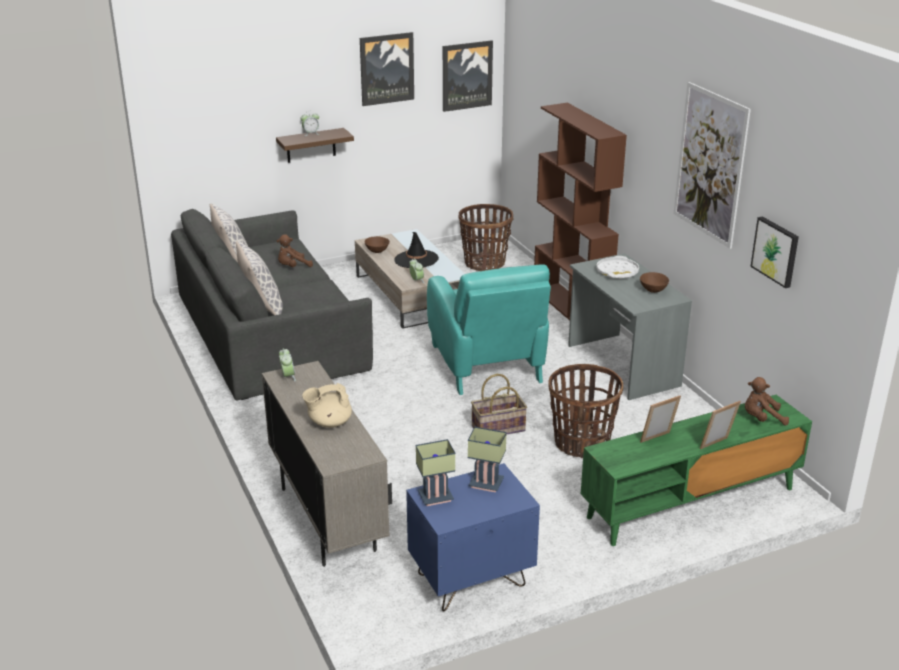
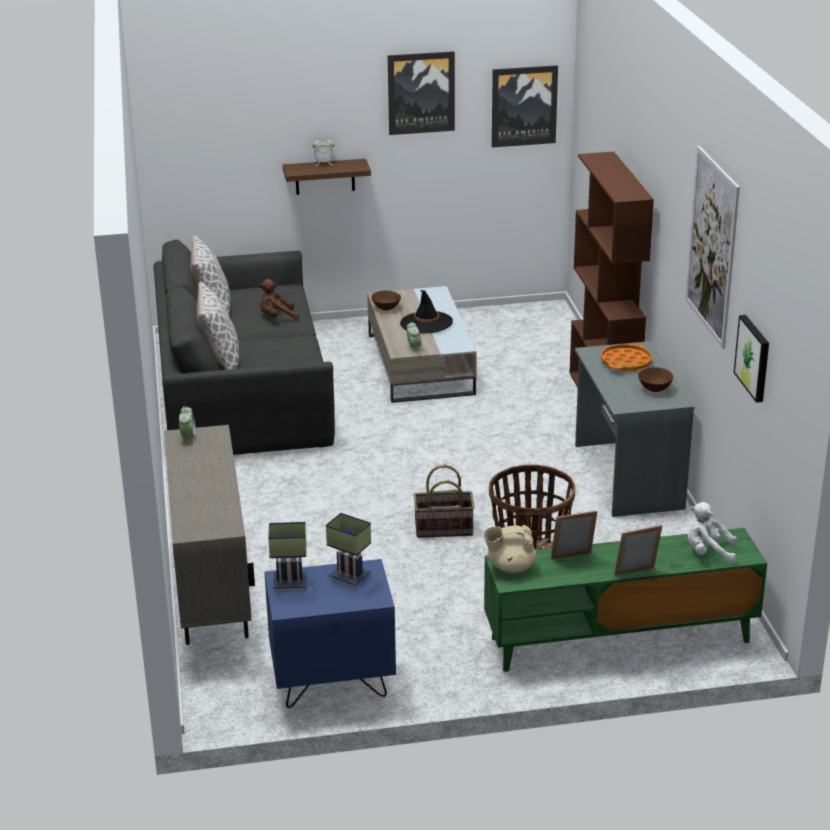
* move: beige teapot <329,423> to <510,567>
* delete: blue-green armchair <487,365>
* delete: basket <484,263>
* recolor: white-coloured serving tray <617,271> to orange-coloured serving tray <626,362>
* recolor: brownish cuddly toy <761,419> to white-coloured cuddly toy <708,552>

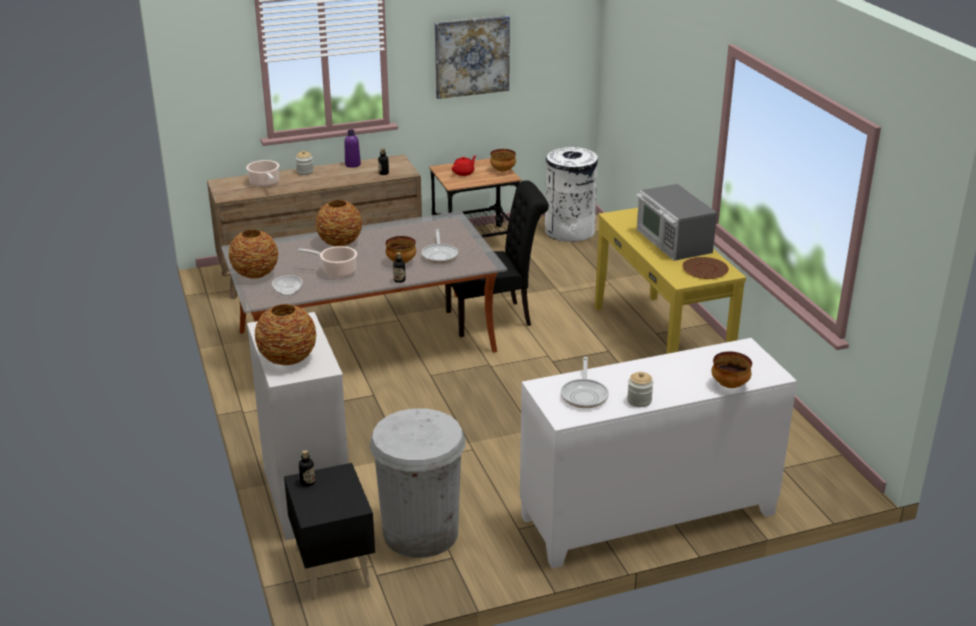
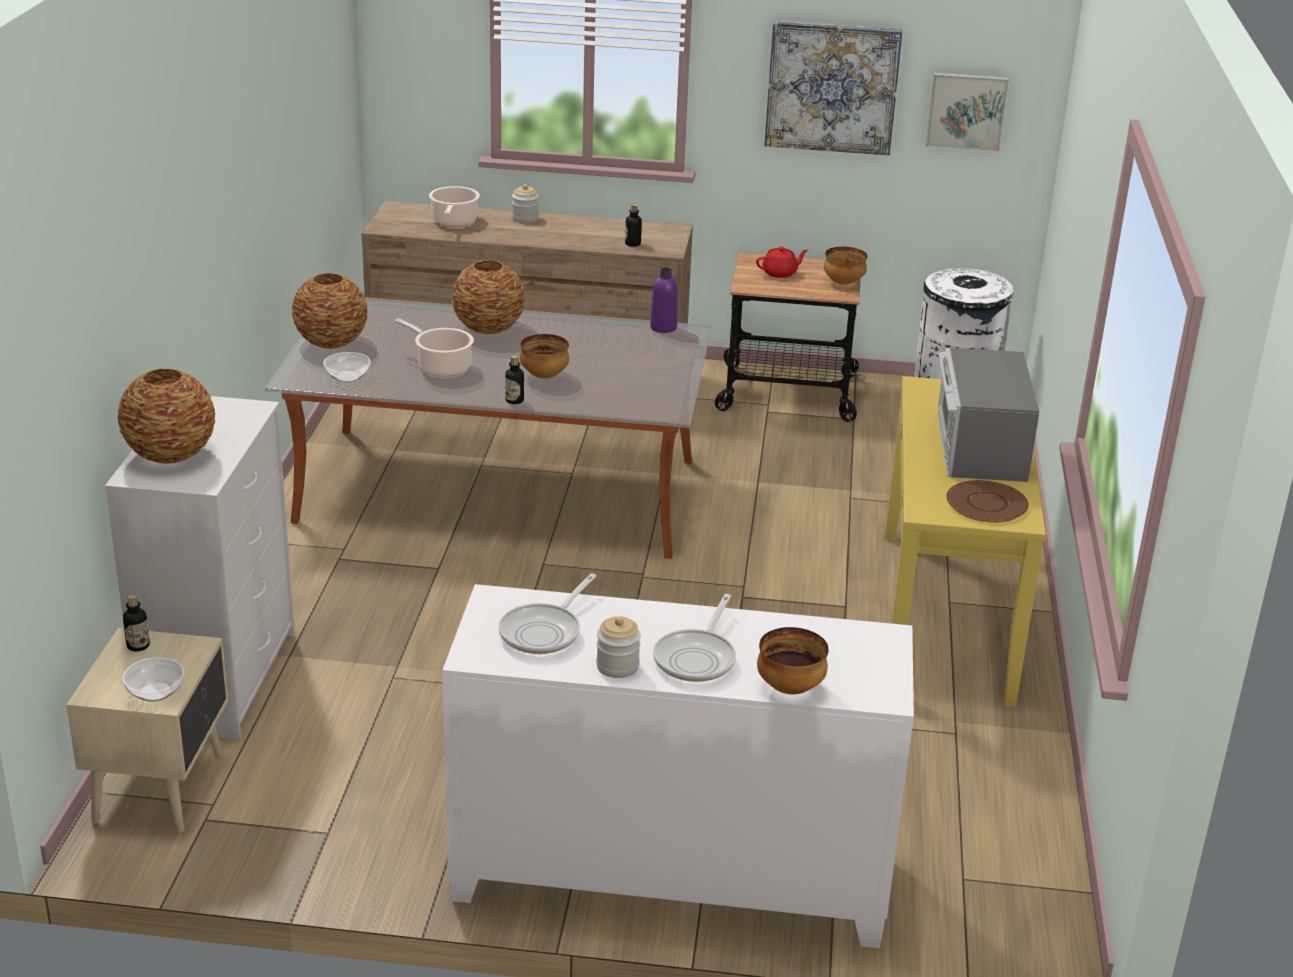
* recolor: black nightstand <334,567> to beige nightstand <163,787>
* move: purple-coloured bottle <352,164> to <663,328>
* delete: white-coloured rubbish bin <420,532>
* move: pan <439,255> to <697,658>
* delete: black plain chair <494,318>
* insert: bowl <156,692>
* insert: wall picture <966,110>

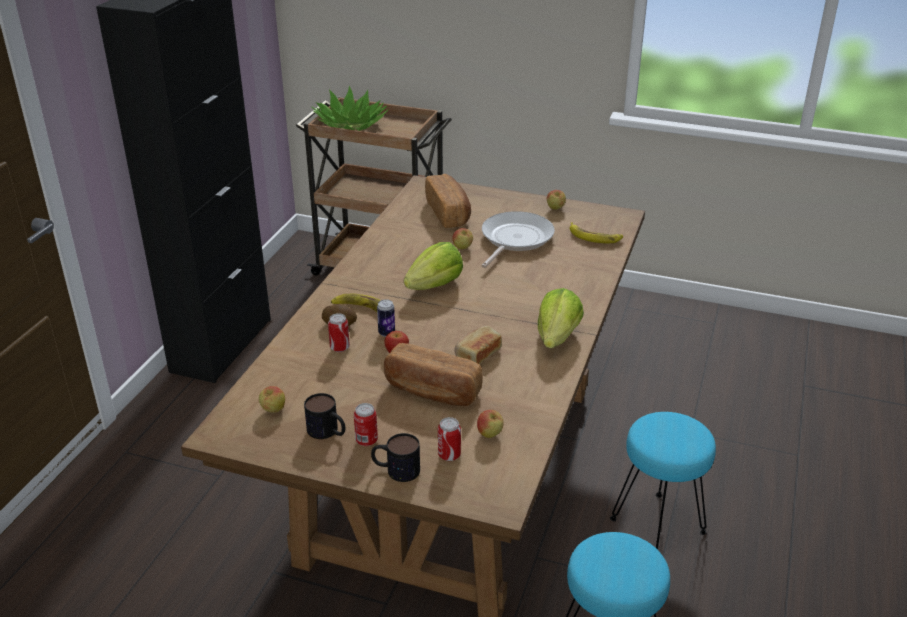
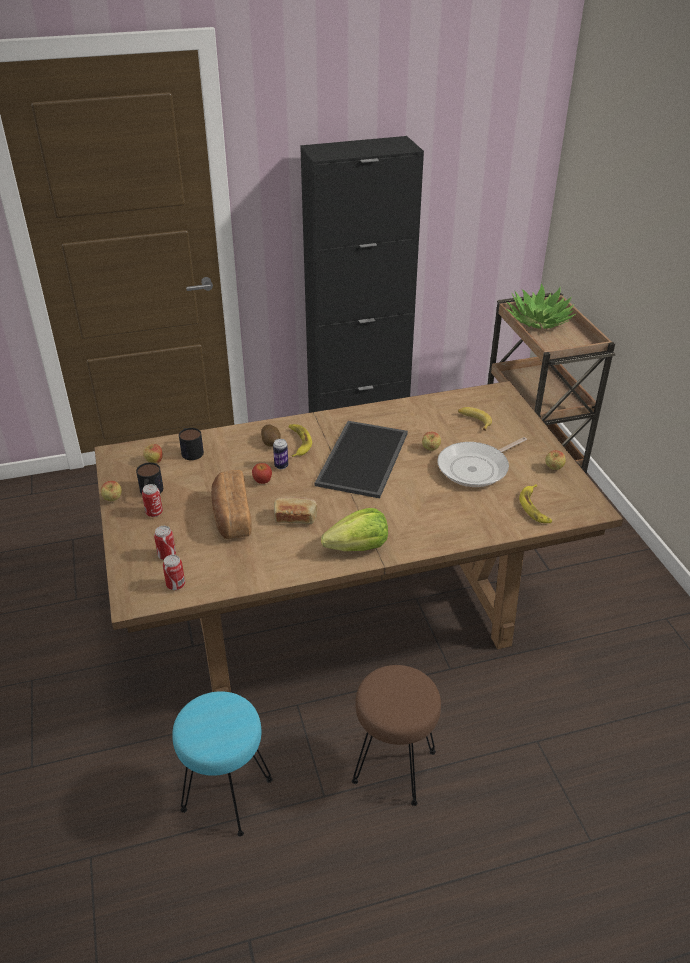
* move: metal can <339,348> to <176,585>
* move: mug <395,470> to <190,450>
* replace: head of lettuce <435,285> to serving tray <364,460>
* replace: bakery bread <449,213> to banana fruit <474,421>
* move: apple <489,435> to <113,500>
* rotate: pan <514,239> = <476,468> 150 degrees clockwise
* recolor: blue-green sitting stool <658,527> to brownish sitting stool <393,768>

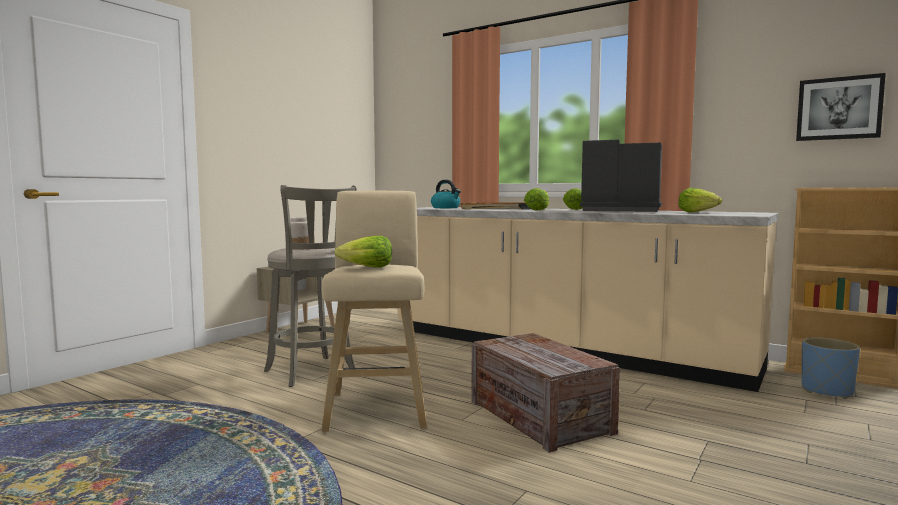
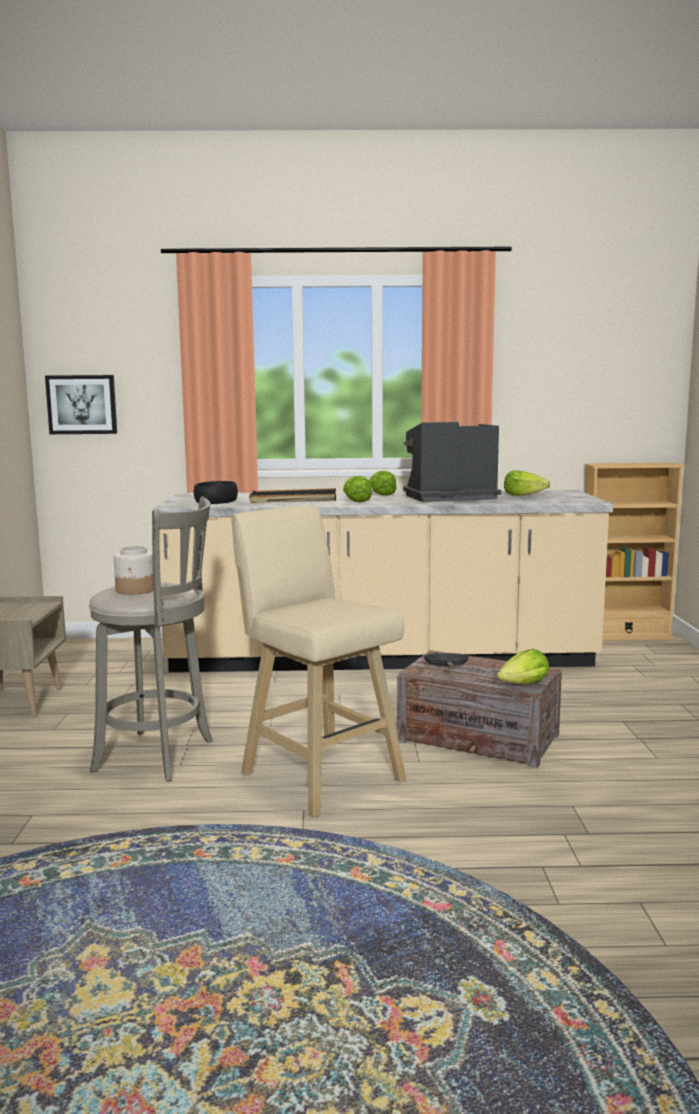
* move: head of lettuce <366,267> to <524,685>
* replace: water kettle <446,208> to black bowl <215,500>
* move: wall picture <839,108> to <82,404>
* delete: blue-coloured plant pot <827,391>
* insert: black pan <447,667>

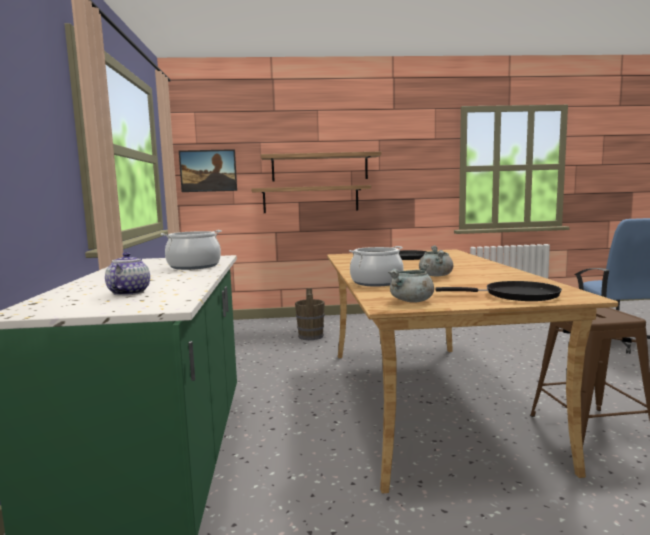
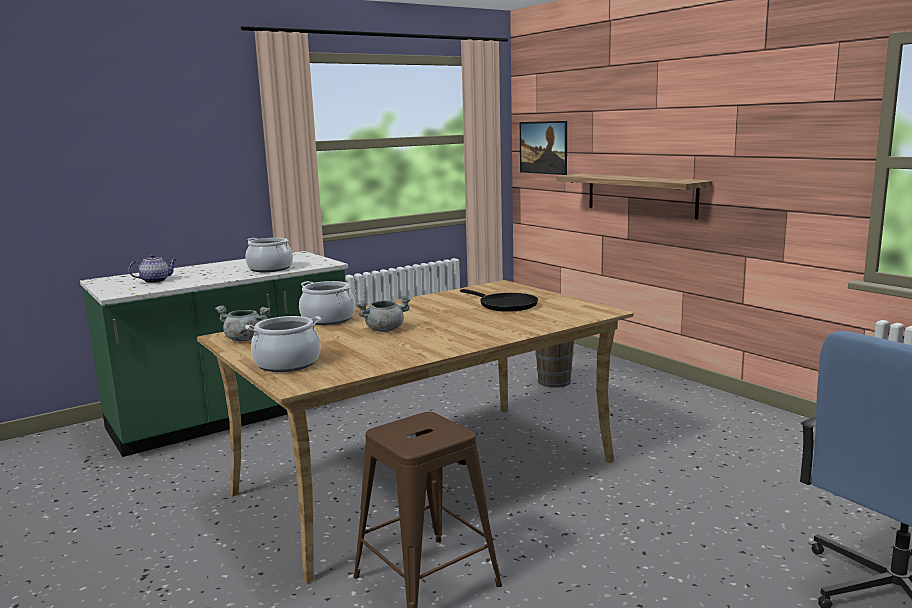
* delete: bracket shelf <320,167>
* replace: black pan <516,295> to saucepot <287,364>

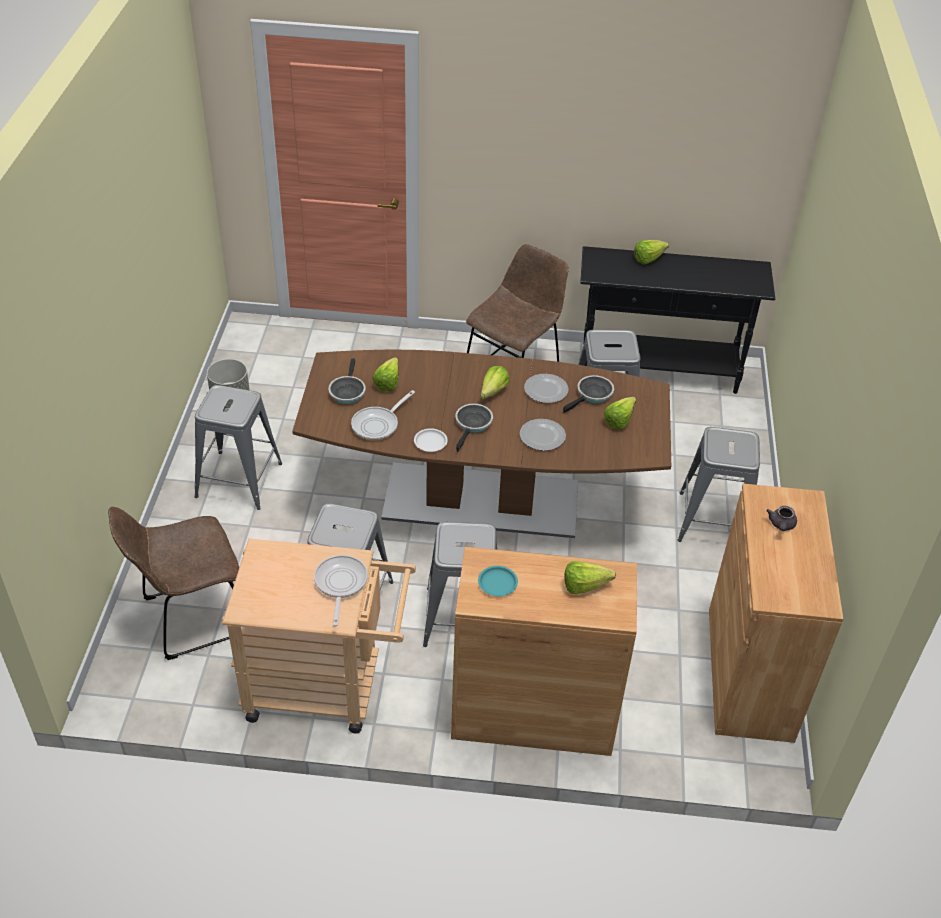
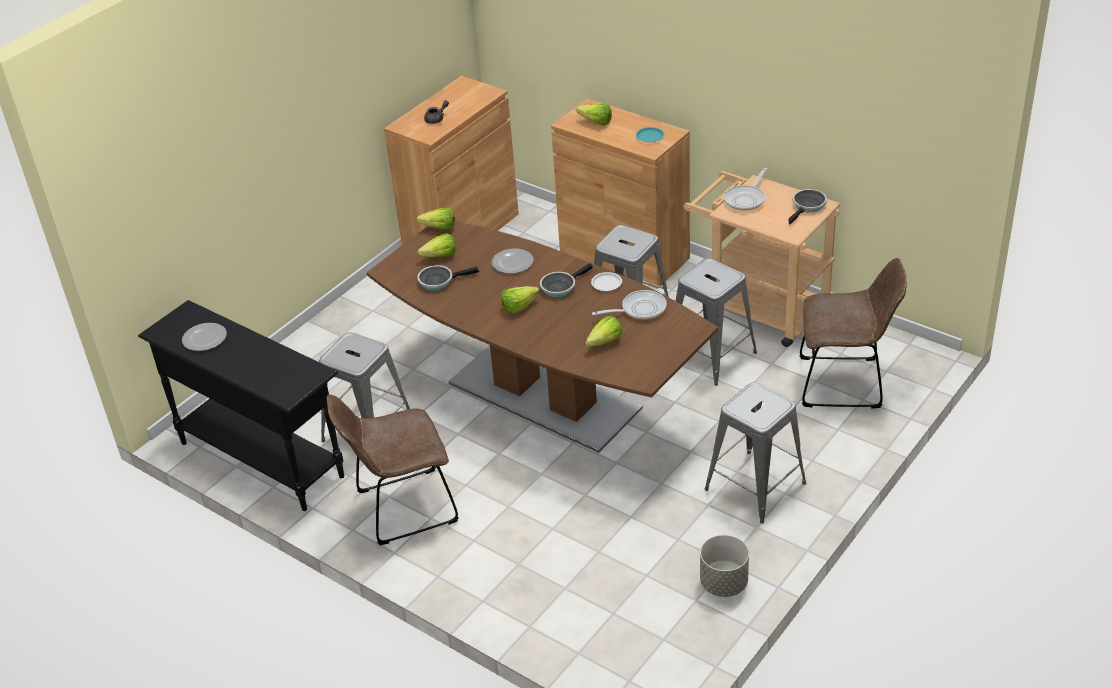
* move: pan <347,391> to <808,206>
* move: flat dish <545,390> to <205,338>
* move: head of lettuce <651,259> to <436,228>
* delete: greyish sitting stool <712,520>

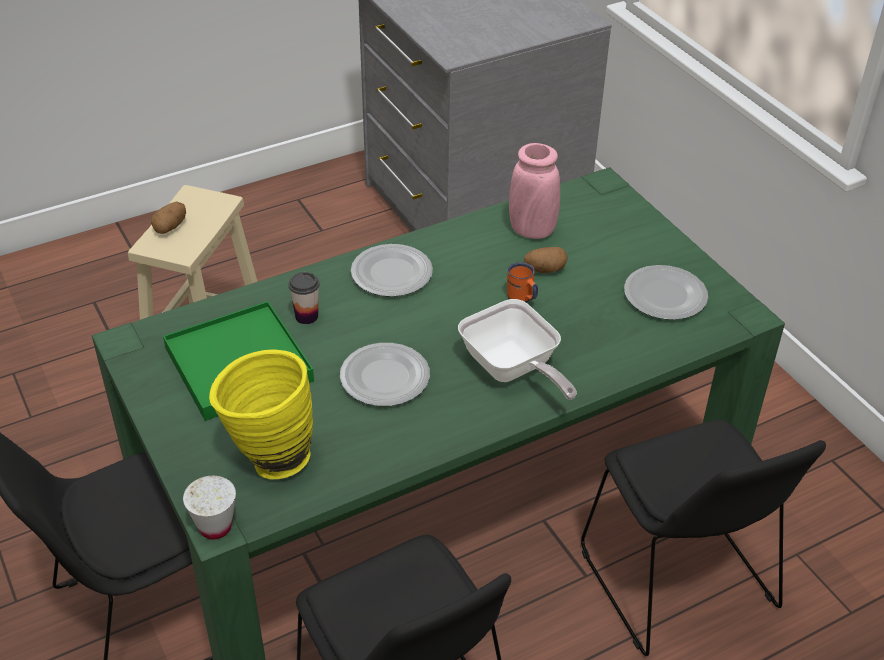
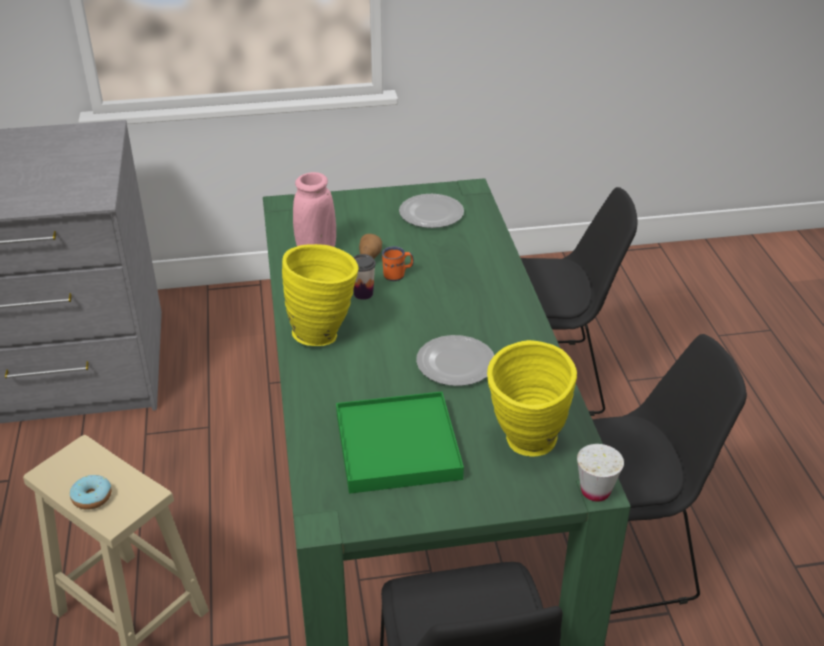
* replace: potato <170,227> to donut <92,497>
* move: drinking cup <306,316> to <363,293>
* replace: flat dish <392,273> to yellowish decorative vase <324,332>
* delete: pan <512,370>

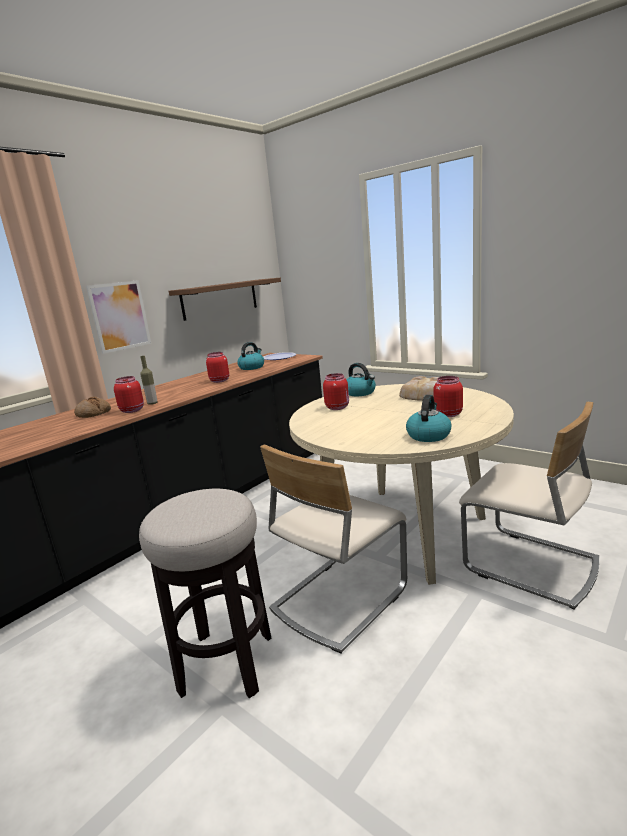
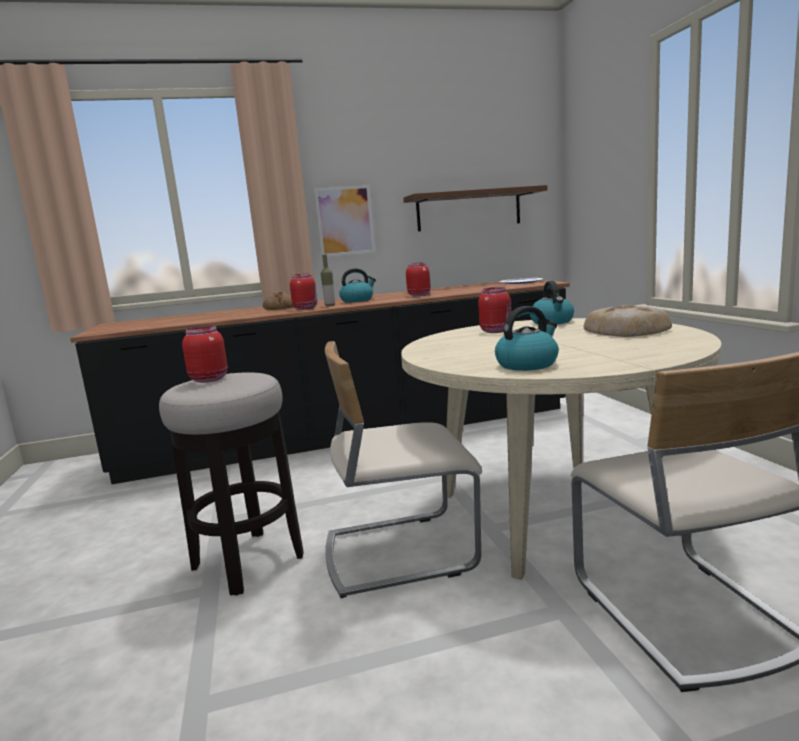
* move: water kettle <252,367> to <357,300>
* move: red-coloured jar <447,414> to <209,379>

